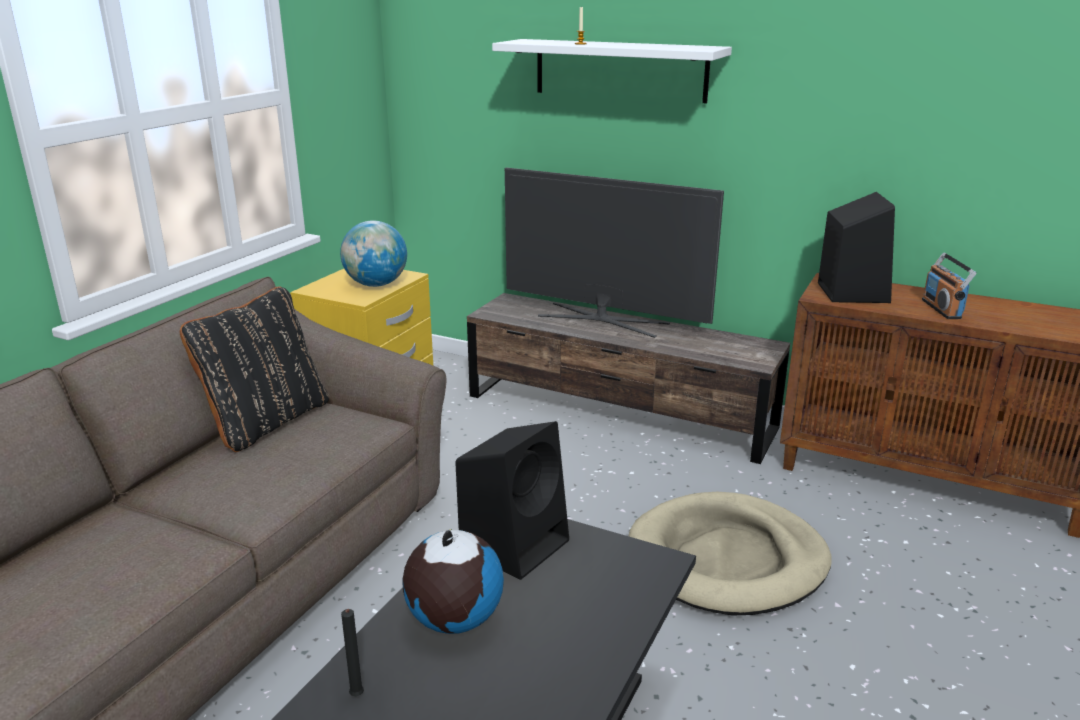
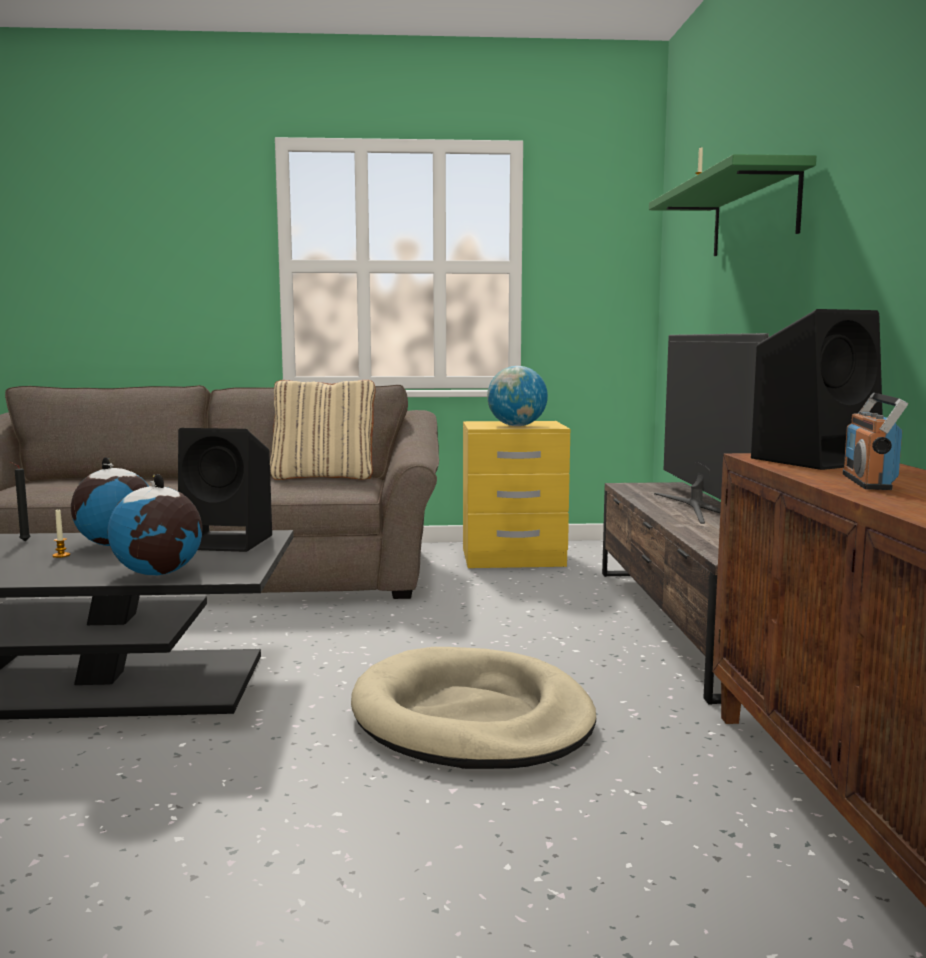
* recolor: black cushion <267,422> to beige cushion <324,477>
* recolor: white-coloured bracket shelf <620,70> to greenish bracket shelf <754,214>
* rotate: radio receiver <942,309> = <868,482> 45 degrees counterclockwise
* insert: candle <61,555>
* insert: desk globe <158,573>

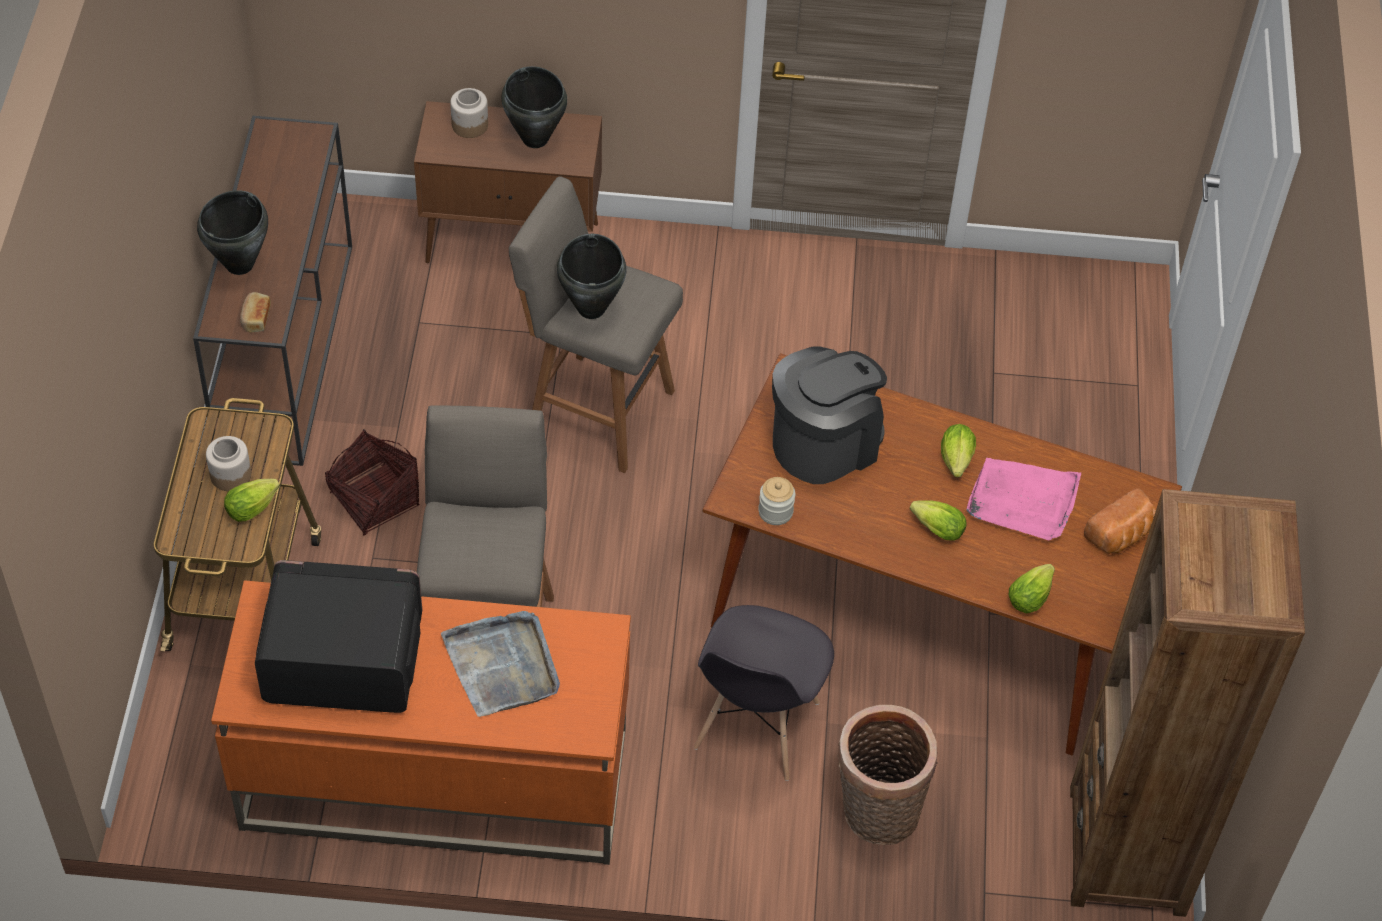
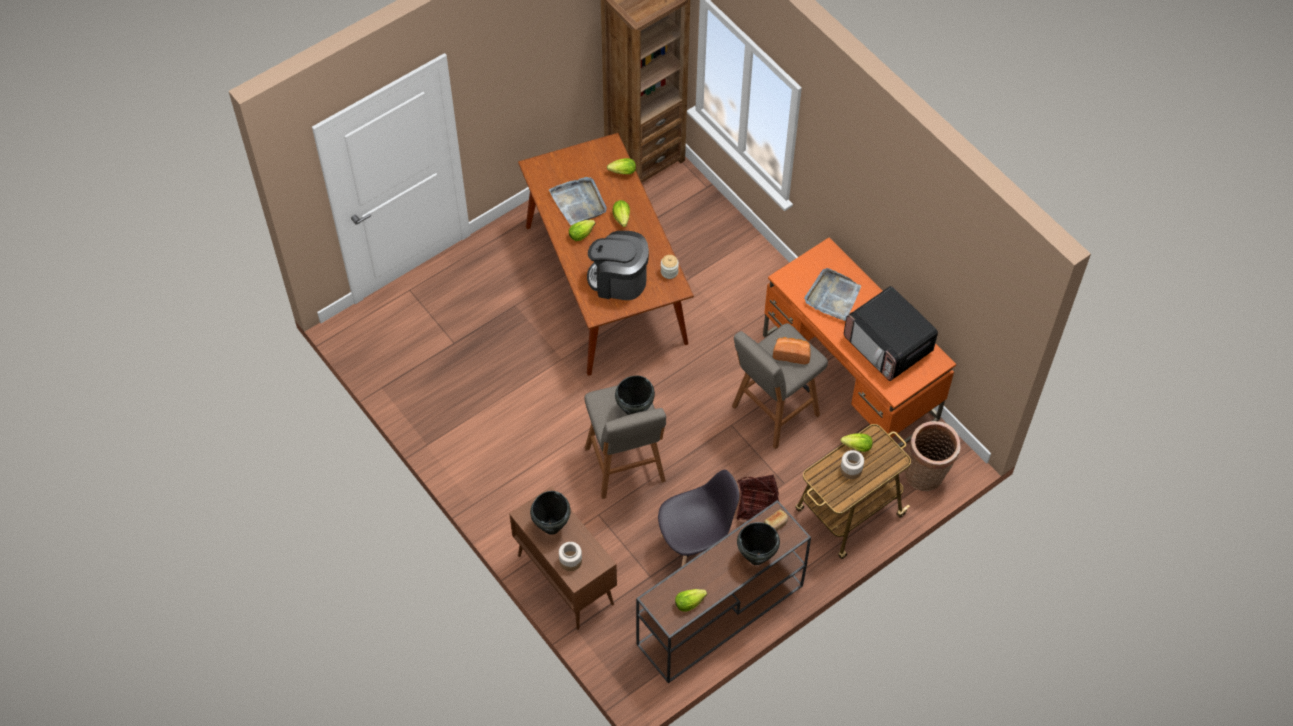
* move: greyish plain chair <756,727> to <695,549>
* move: basket <876,814> to <926,475>
* recolor: pink serving tray <1023,501> to greyish serving tray <579,202>
* move: bakery bread <1121,535> to <792,354>
* insert: head of lettuce <691,602>

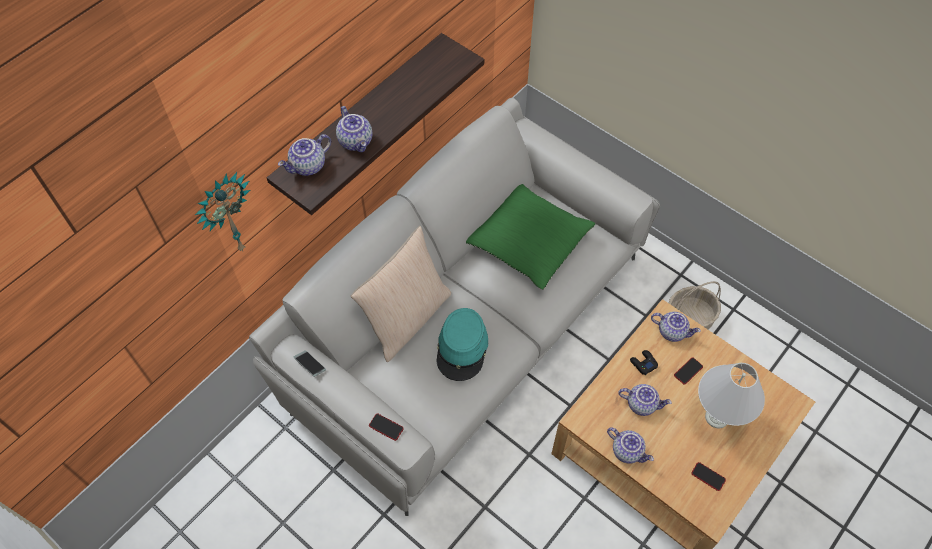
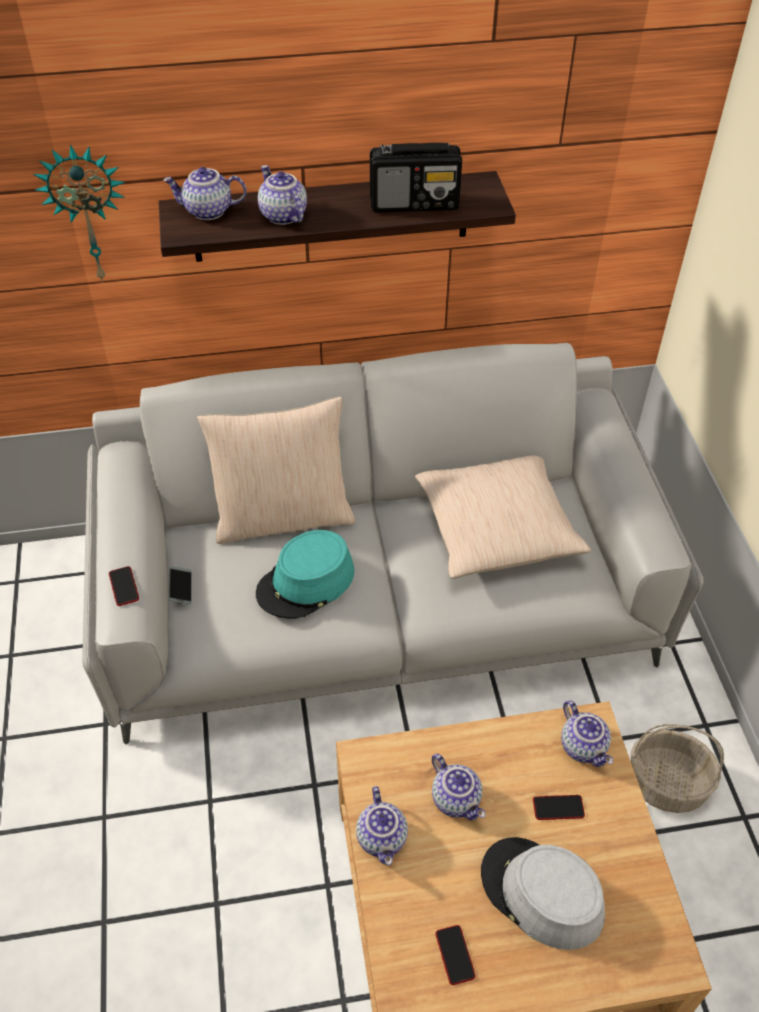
* move: handset <310,365> to <181,588>
* rotate: teapot <356,141> = <282,216> 135 degrees clockwise
* recolor: greenish cushion <528,242> to beige cushion <497,527>
* delete: black game controller <643,363>
* replace: white-coloured tabletop lamp <717,418> to greyish wearable hat <541,893>
* insert: radio receiver <415,203>

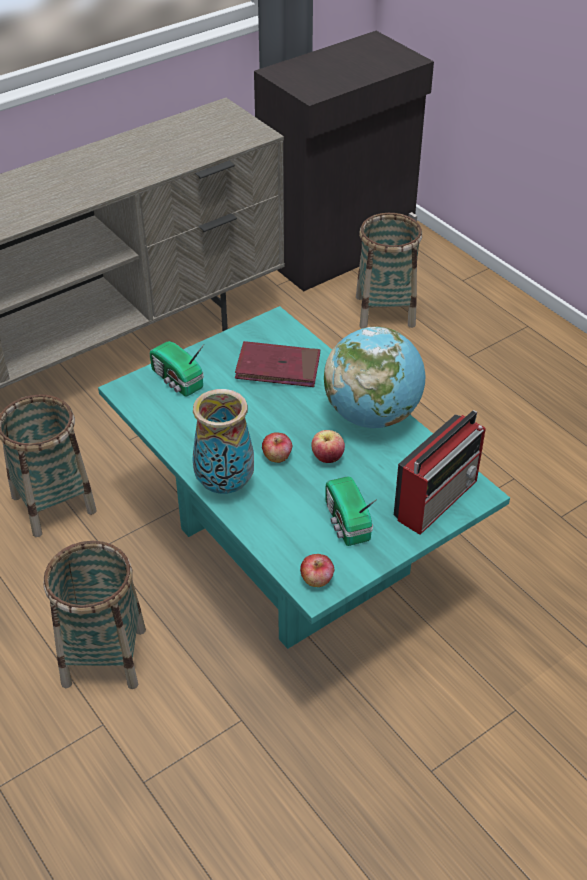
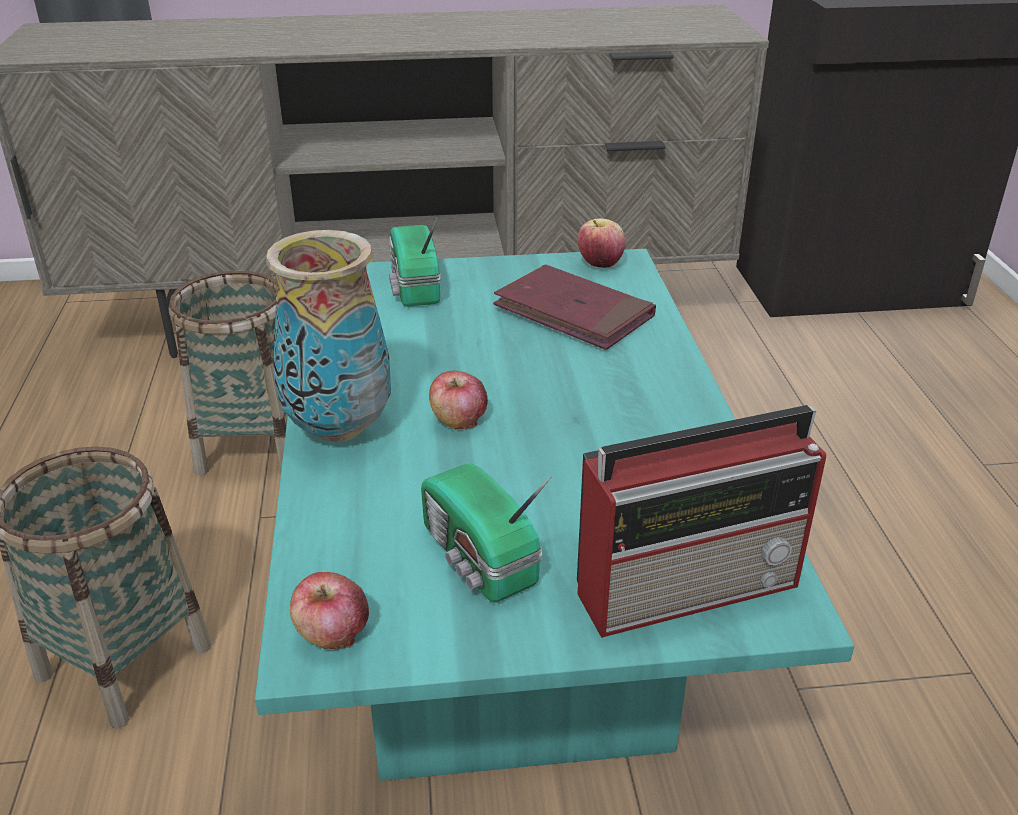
* move: apple <327,458> to <600,264>
* delete: desk globe <372,415>
* rotate: radio receiver <346,523> = <478,559> 45 degrees counterclockwise
* delete: basket <385,311>

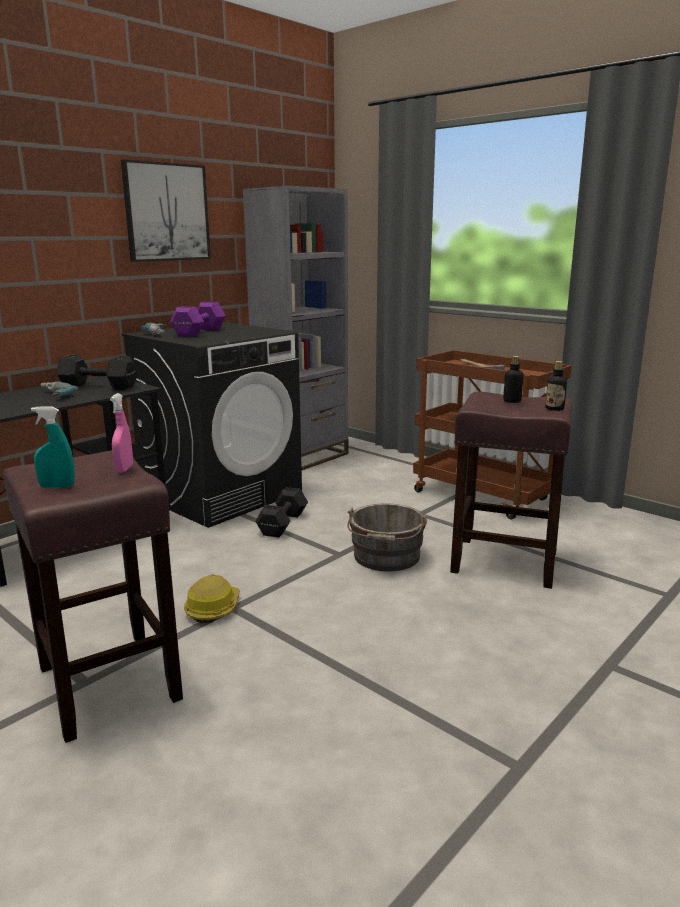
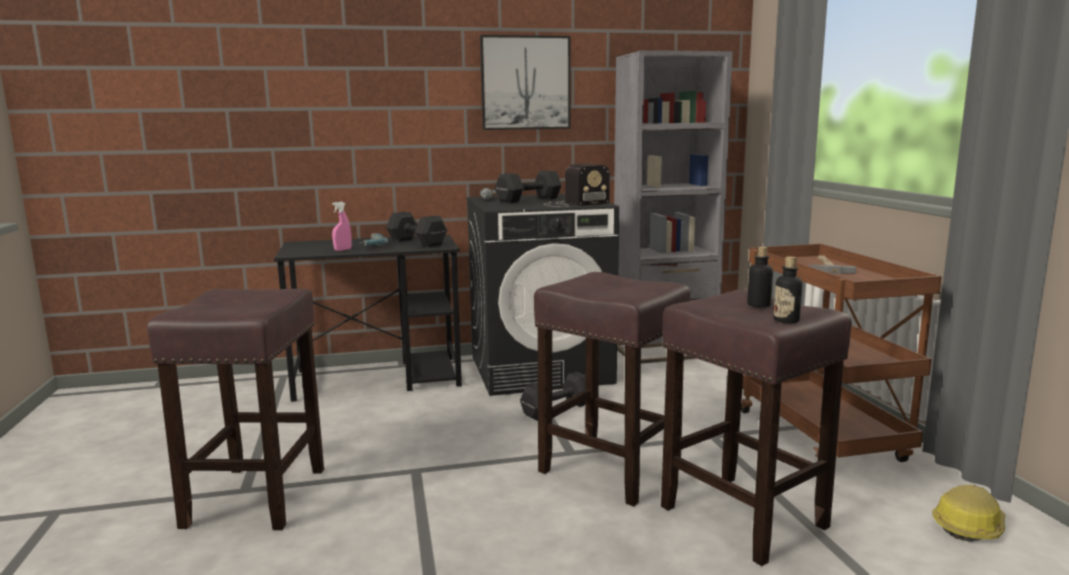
* delete: blue-green hand sprayer <57,486>
* move: pink hand sprayer <124,469> to <342,250>
* recolor: purple-coloured free weight <198,332> to black free weight <527,200>
* move: work helmet <213,608> to <969,526>
* replace: greyish water bucket <386,558> to brownish sitting stool <612,470>
* insert: radio receiver <573,204>

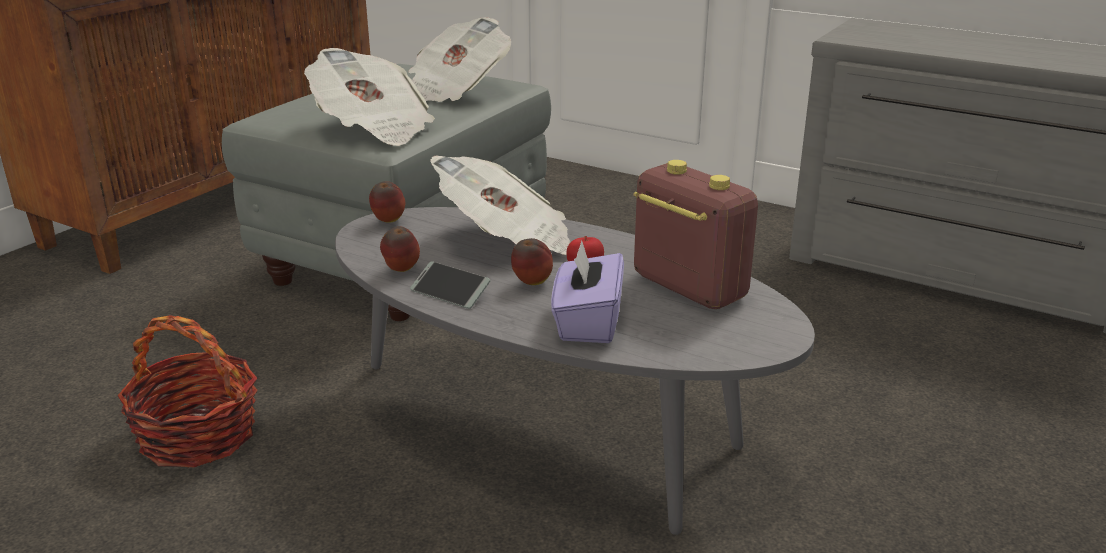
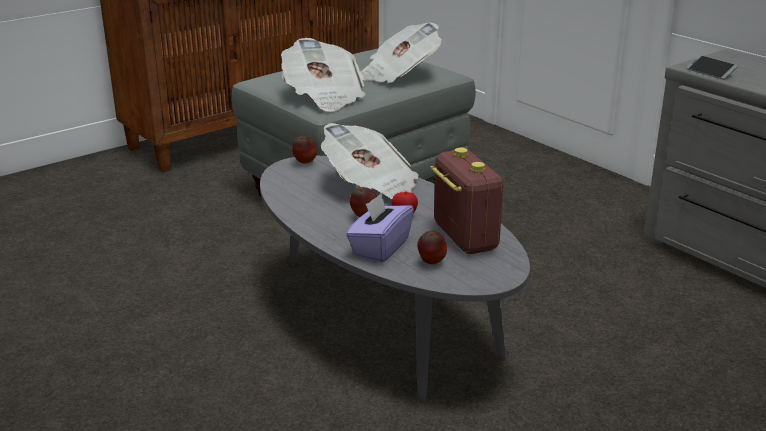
* delete: basket <198,436>
* move: apple <401,271> to <431,263>
* move: handset <450,292> to <710,72>

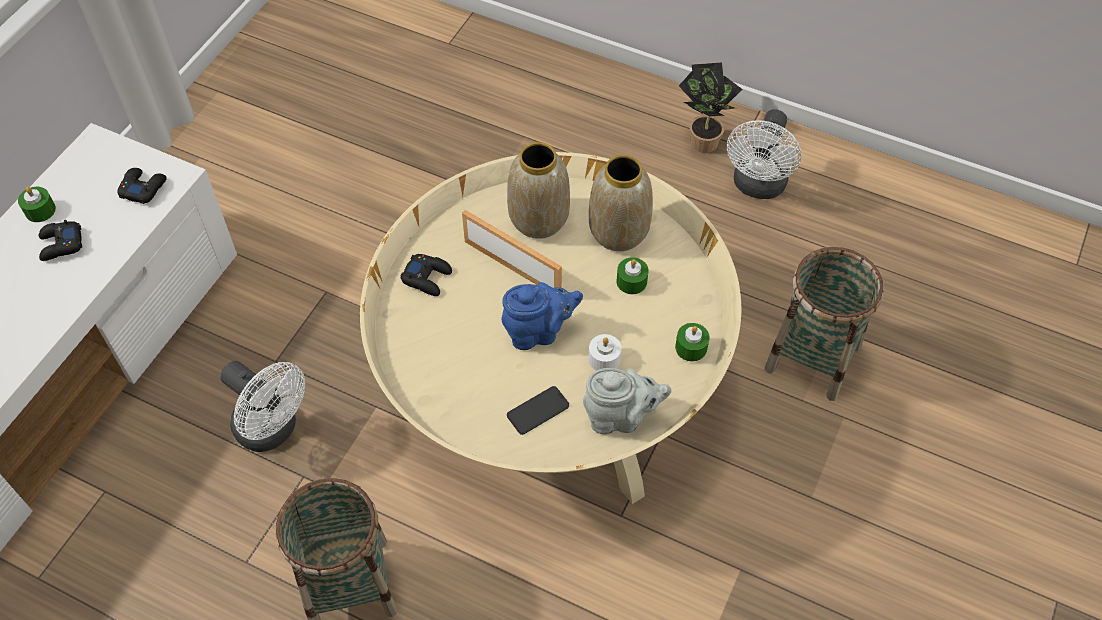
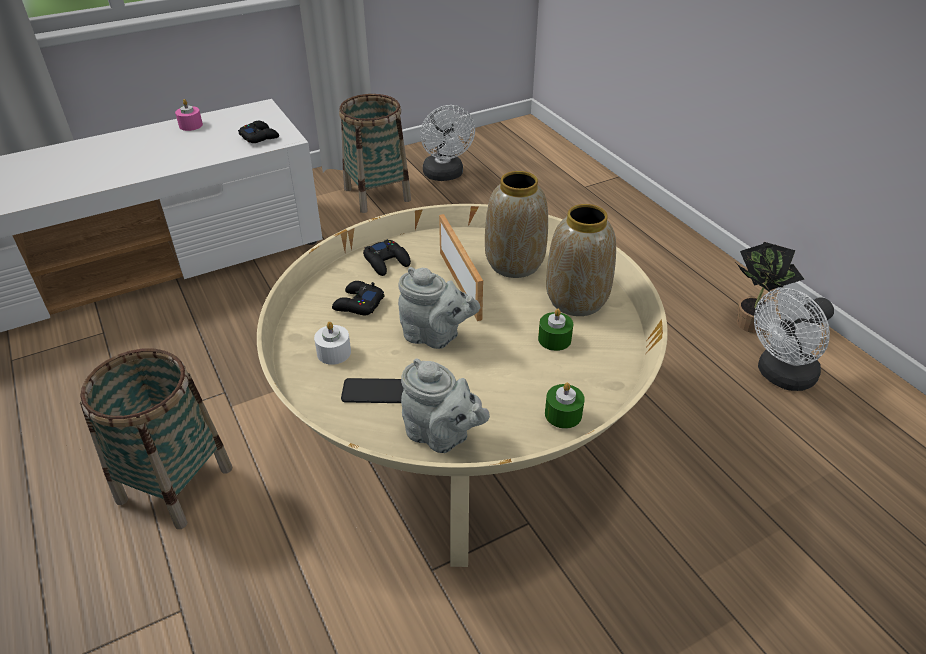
* recolor: greenish candle <40,210> to pink candle <190,125>
* move: black game controller <61,245> to <358,304>
* move: white-coloured electric fan <273,430> to <445,175>
* recolor: blue-coloured teapot <538,332> to greyish teapot <435,336>
* move: white-coloured candle <604,359> to <334,352>
* move: basket <812,357> to <377,194>

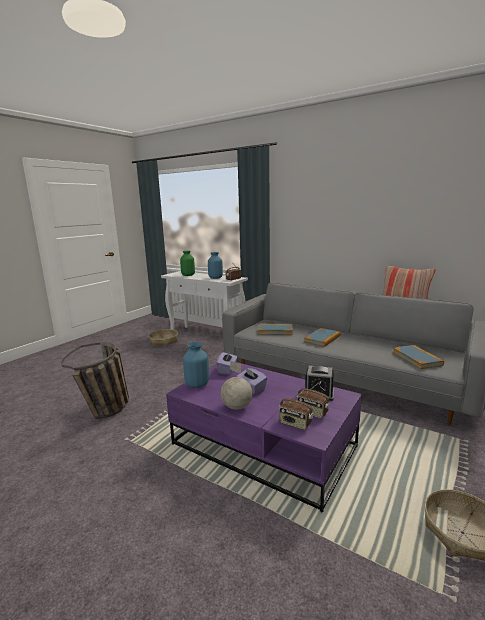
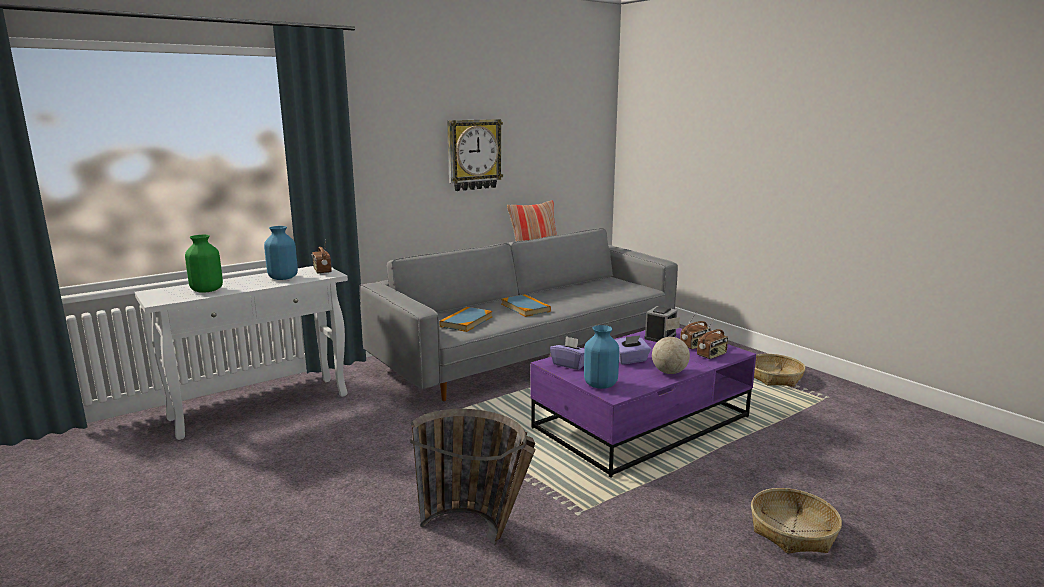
* move: basket <164,341> to <793,531>
* delete: volume <417,359>
* insert: wall clock <473,154>

